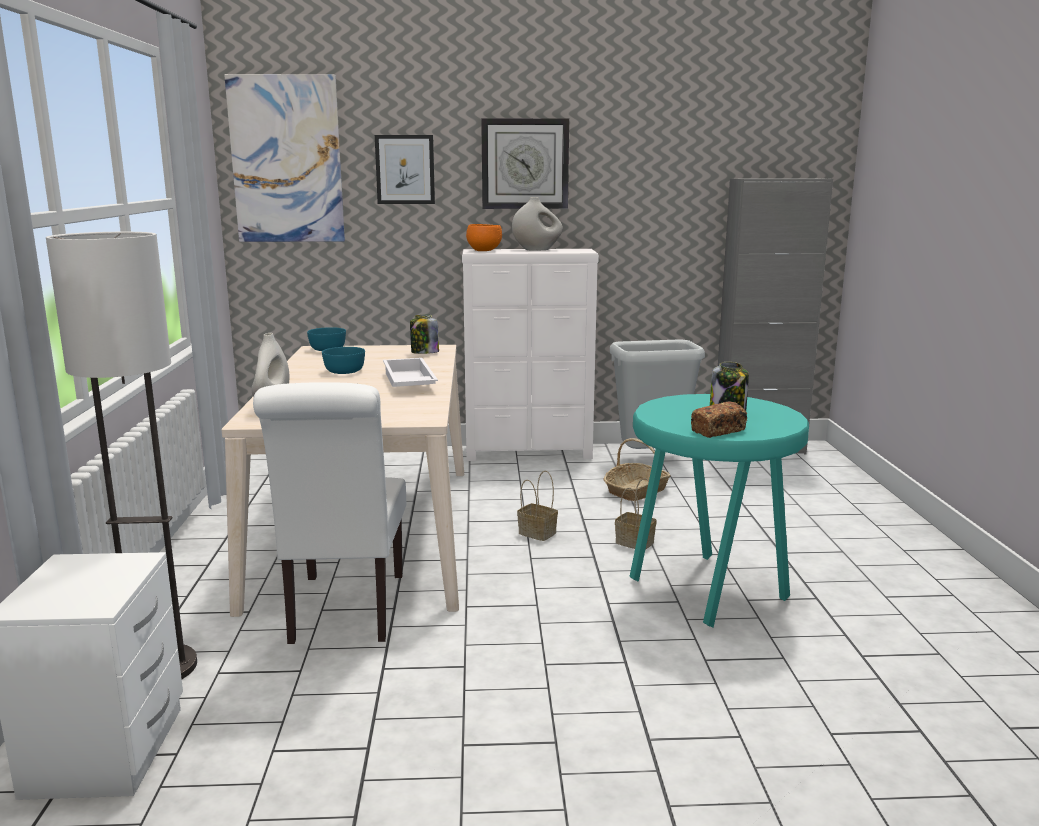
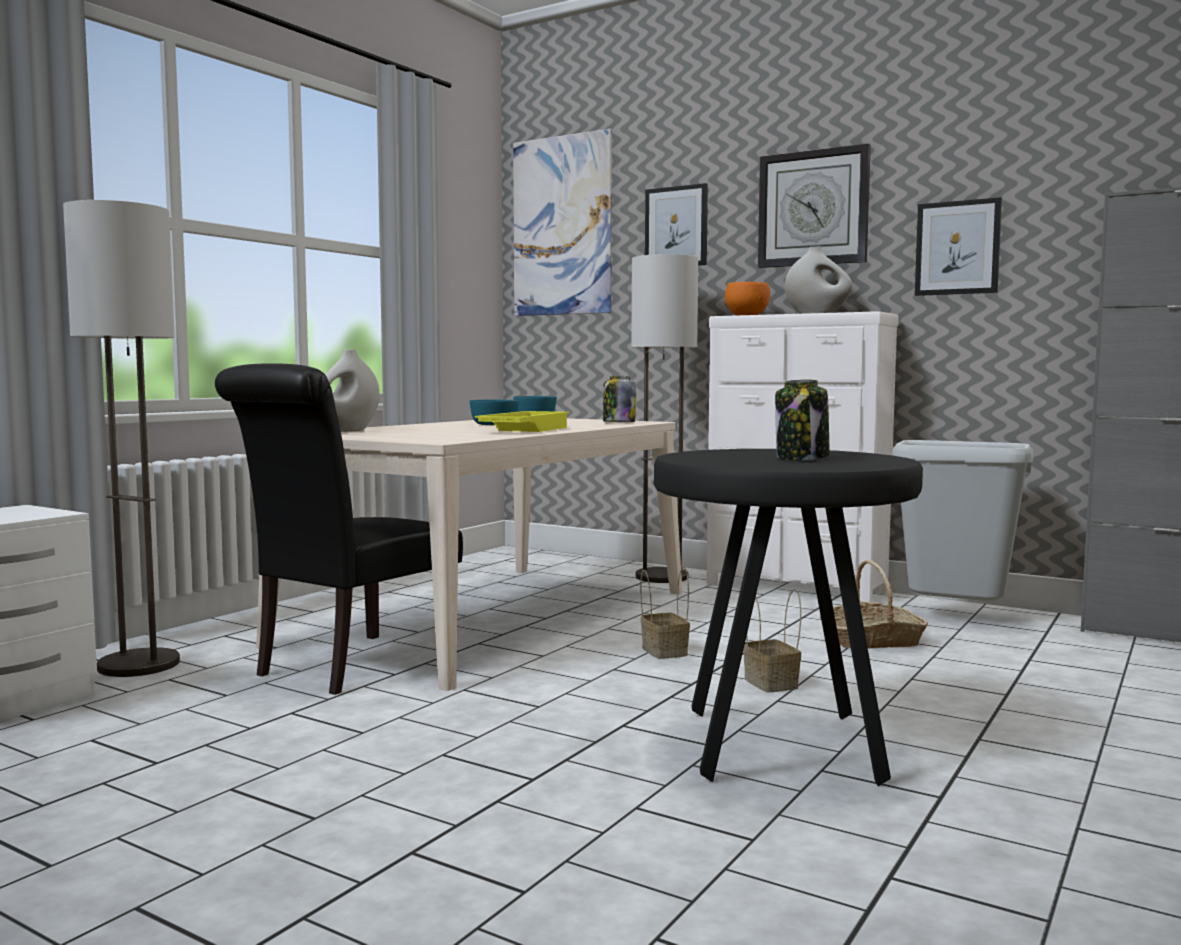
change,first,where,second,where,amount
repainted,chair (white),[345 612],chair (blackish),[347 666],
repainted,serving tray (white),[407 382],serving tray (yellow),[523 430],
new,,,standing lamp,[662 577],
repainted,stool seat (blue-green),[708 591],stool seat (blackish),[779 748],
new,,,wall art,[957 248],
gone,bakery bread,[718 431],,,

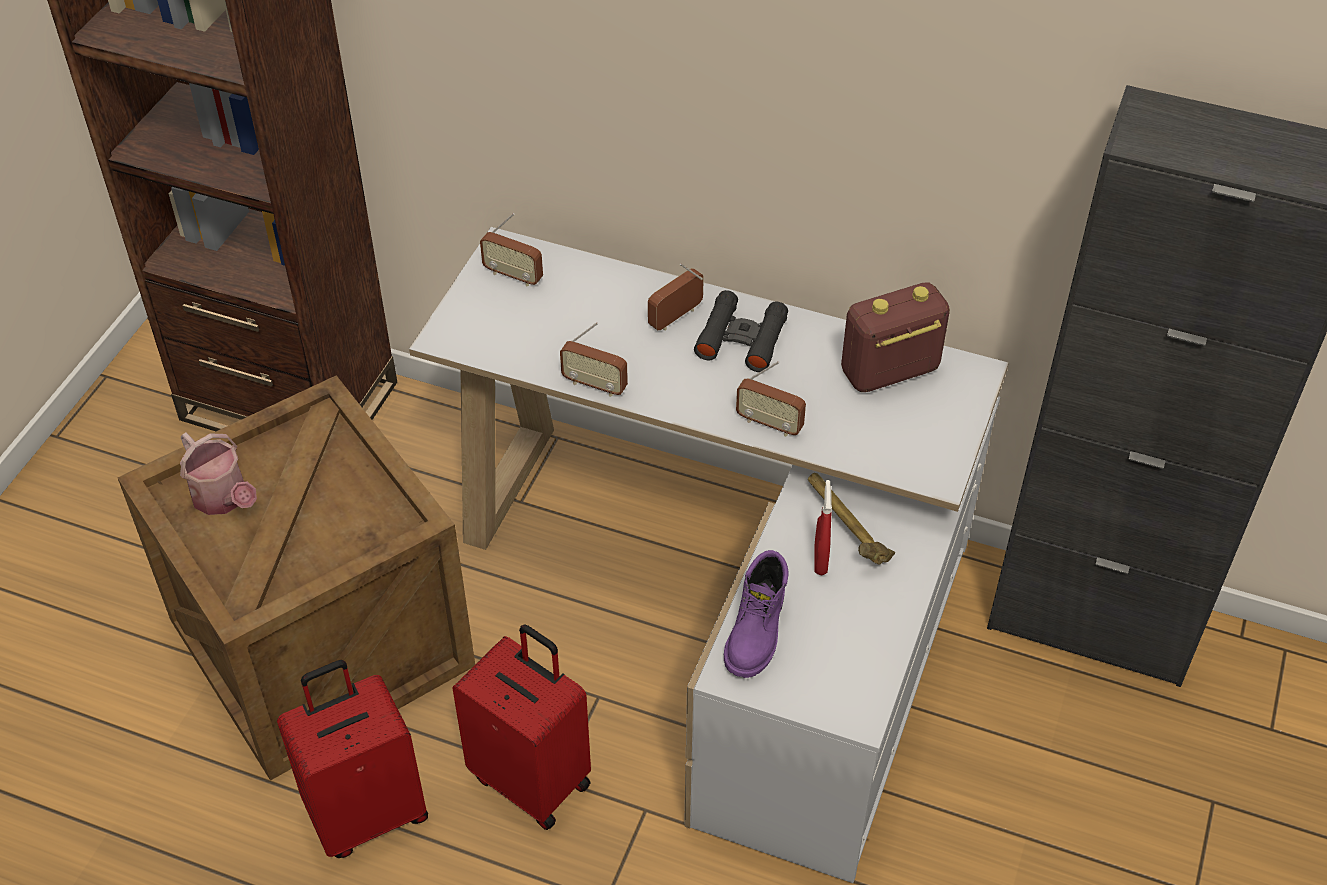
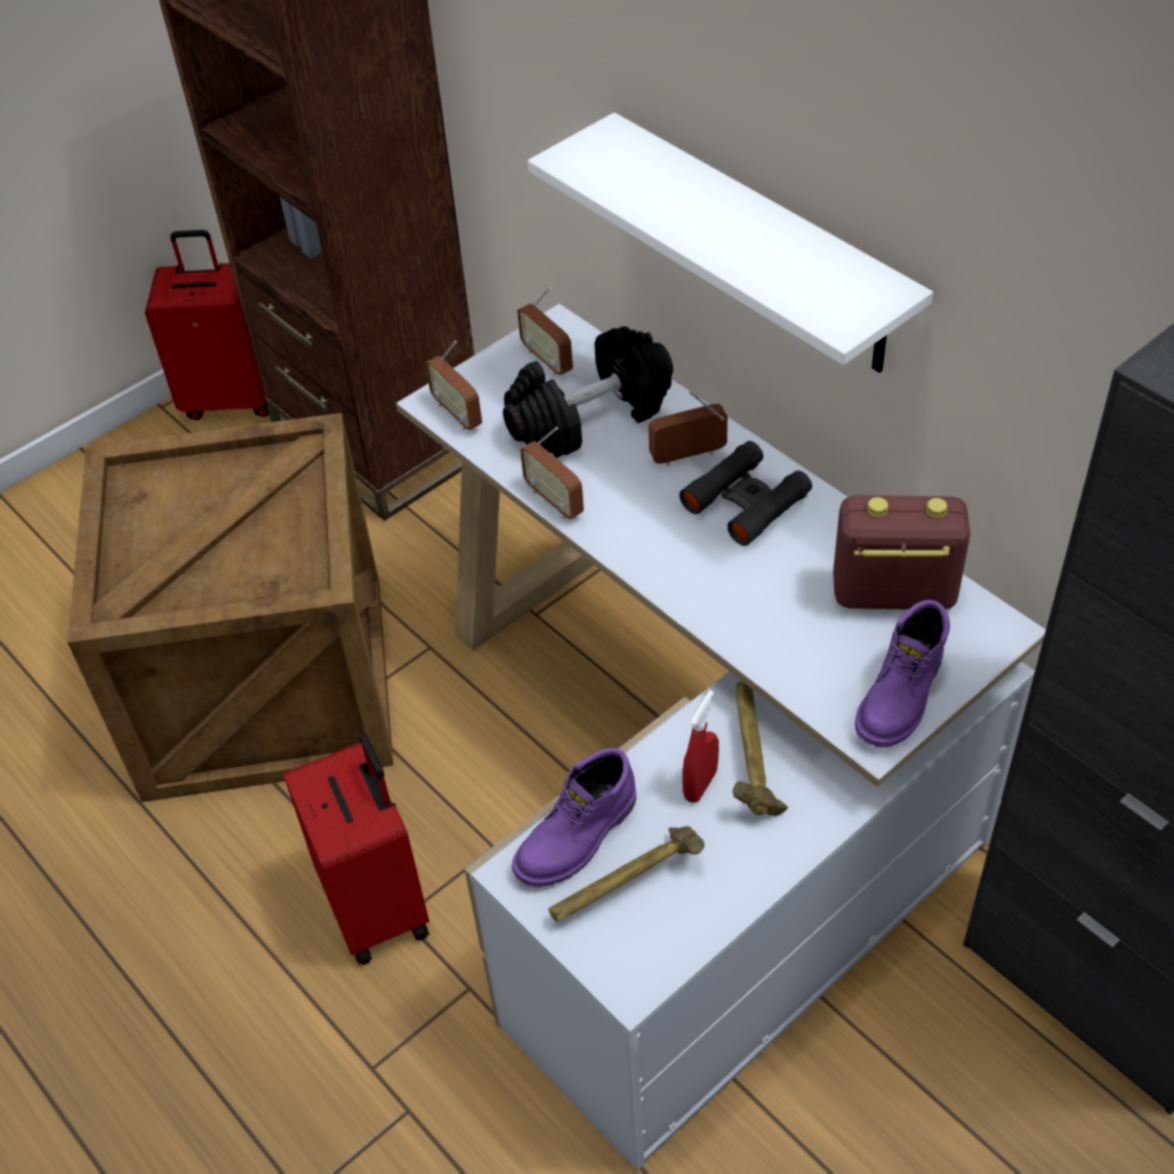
change,first,where,second,where,amount
shifted,travel case (red-coloured),[367 812],,[230 398],
shifted,radio,[769 424],,[457 413],
new,,,hand weight (blackish),[590 416],
new,,,shelf (white),[760 246],
new,,,hand hammer,[625 886],
new,,,high-top boot (purplish),[902 697],
gone,watering can,[224 499],,,

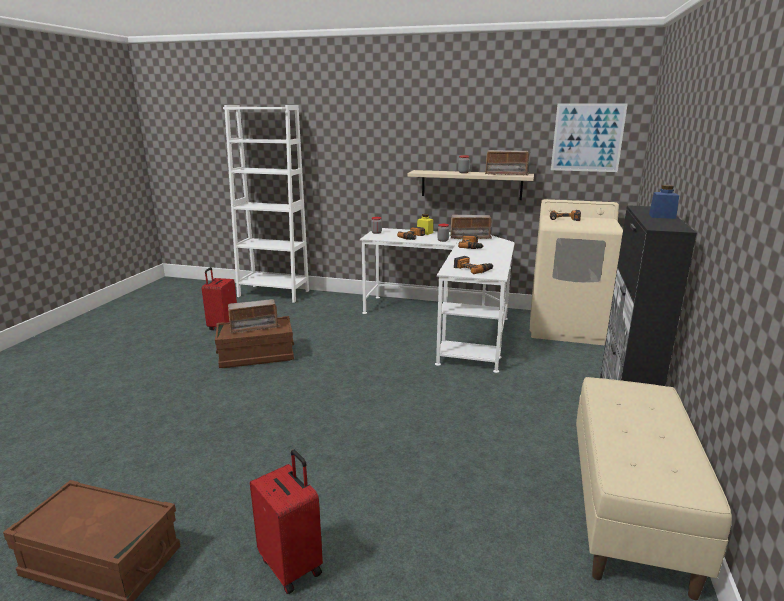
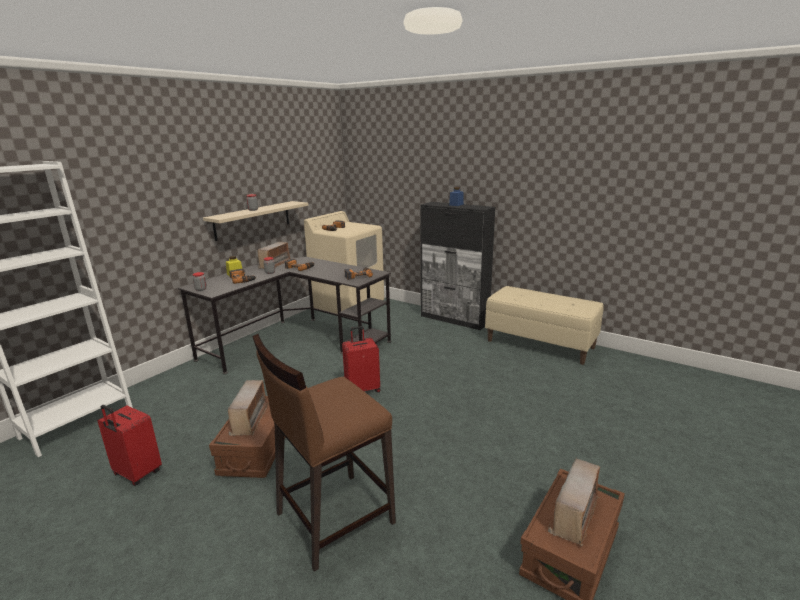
change,first,where,second,where,amount
repainted,desk table (white),[447 324],desk table (blackish),[296 341],
new,,,stool seat (brown-coloured),[333 518],
shifted,travel case (red-coloured),[292 565],,[362 389],
shifted,radio,[506 174],,[575 515],
gone,wall art,[587 137],,,

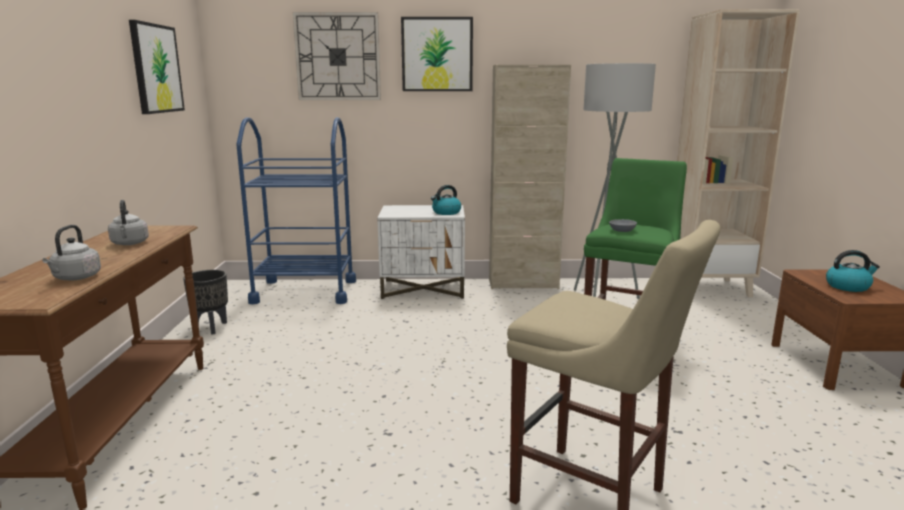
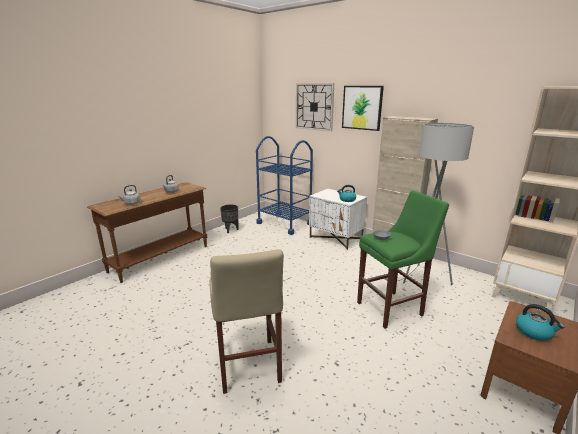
change,first,where,second,where,amount
gone,wall art,[156 68],,,

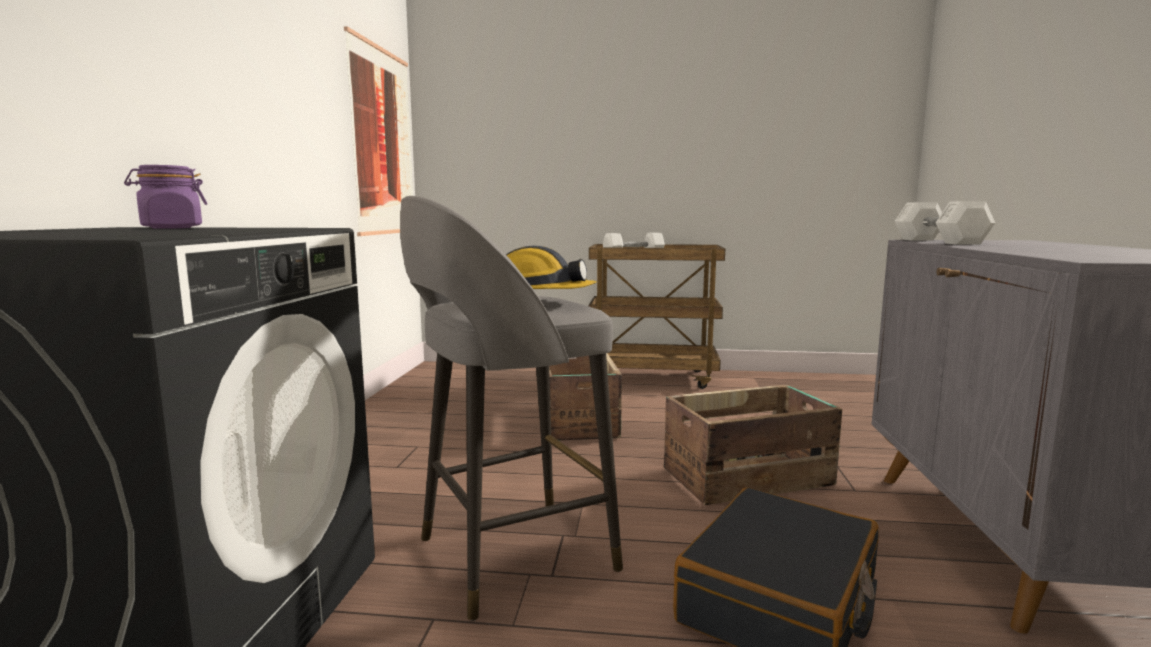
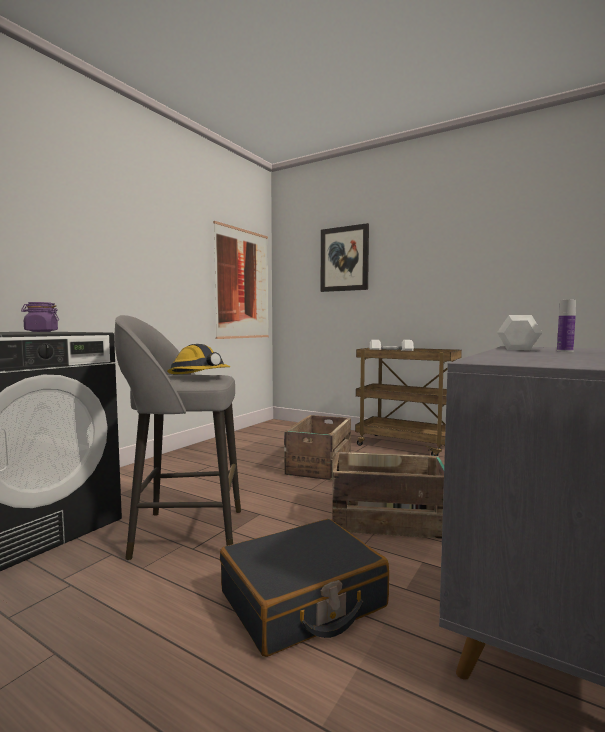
change,first,where,second,where,amount
new,,,wall art,[344 259],
new,,,beverage bottle,[565 351],

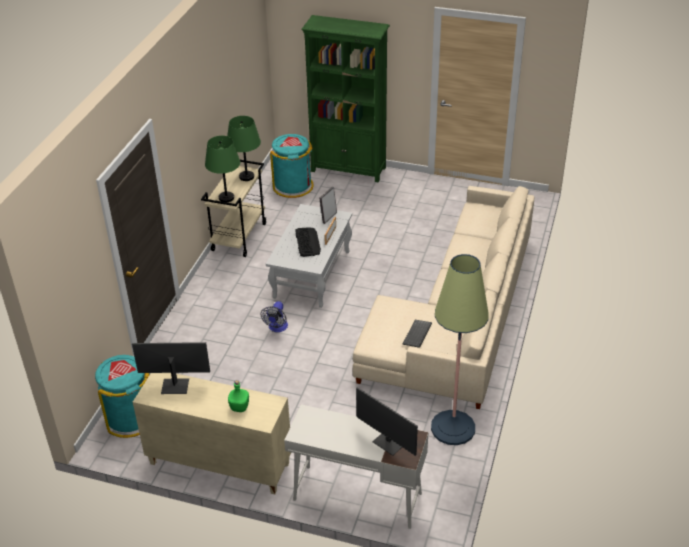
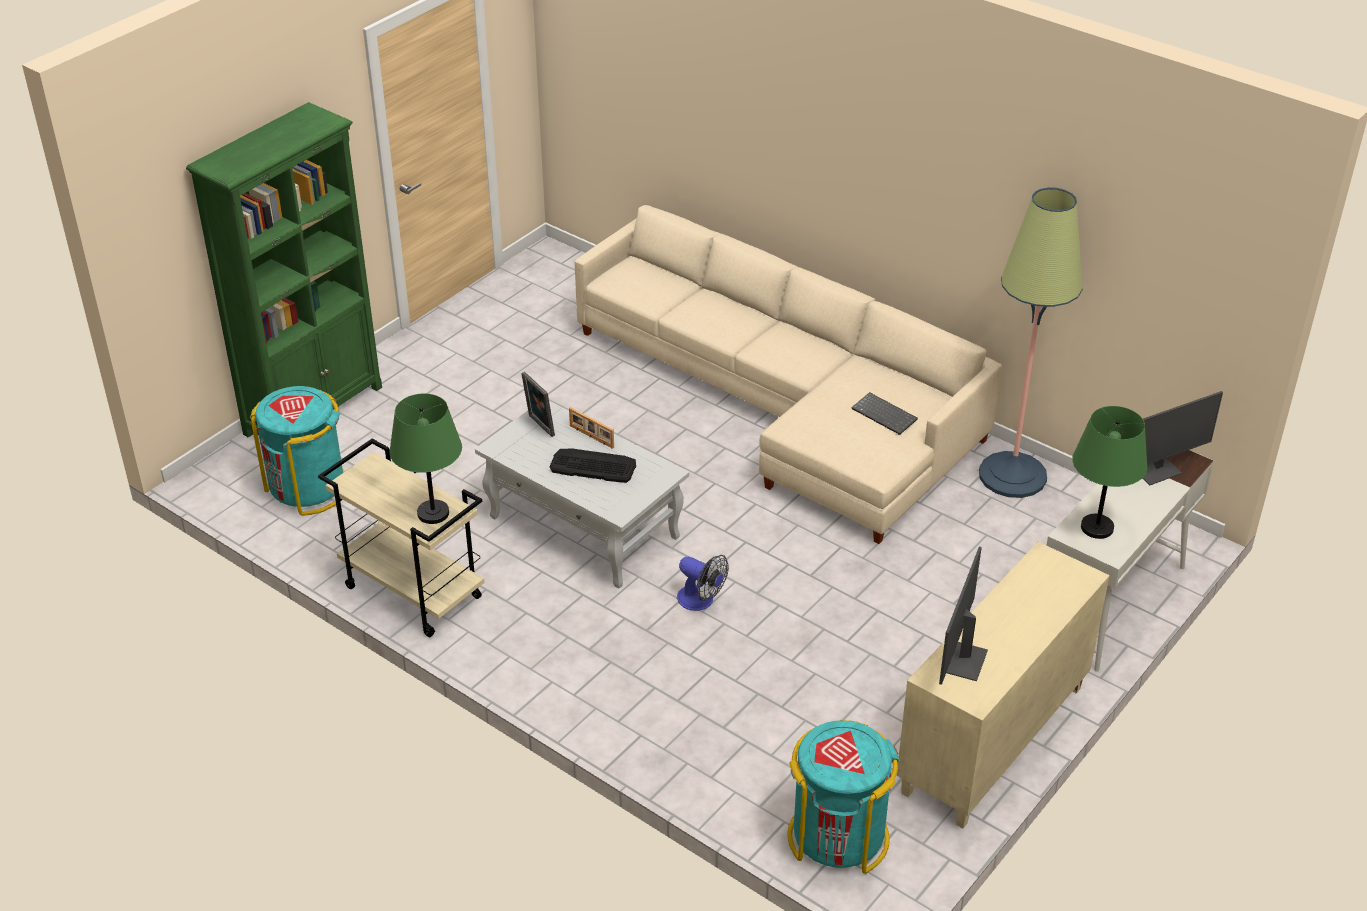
change,first,where,second,where,amount
shifted,tabletop lamp (greenish),[246 177],,[1097 528],
gone,beverage bottle (greenish),[239 407],,,

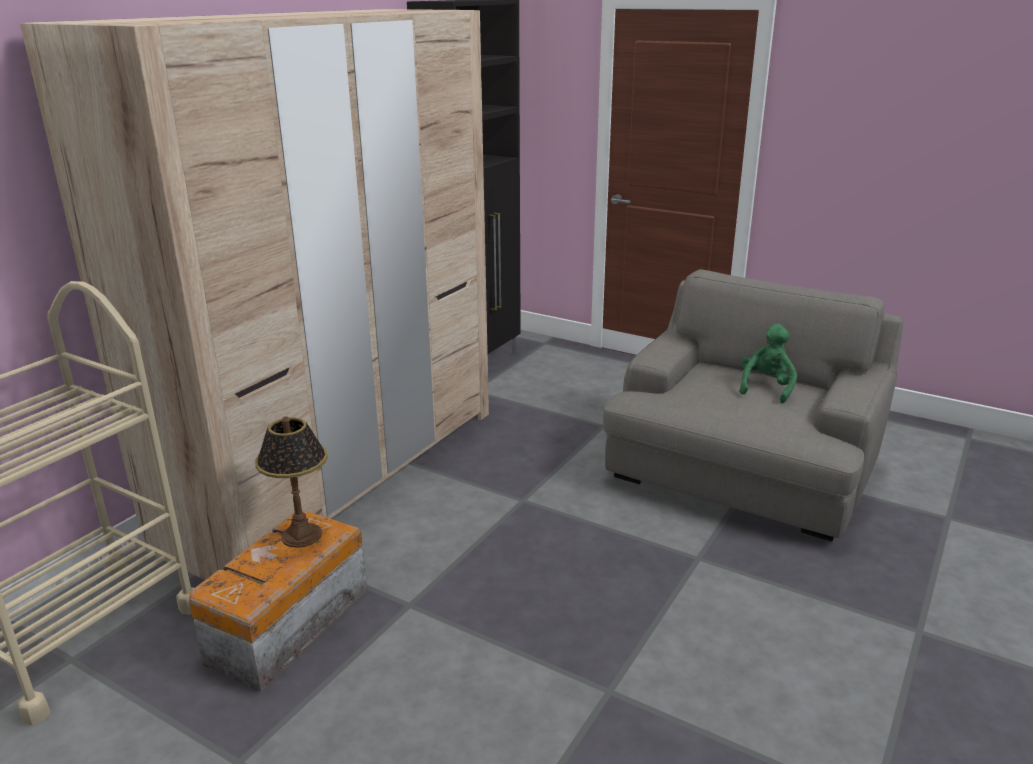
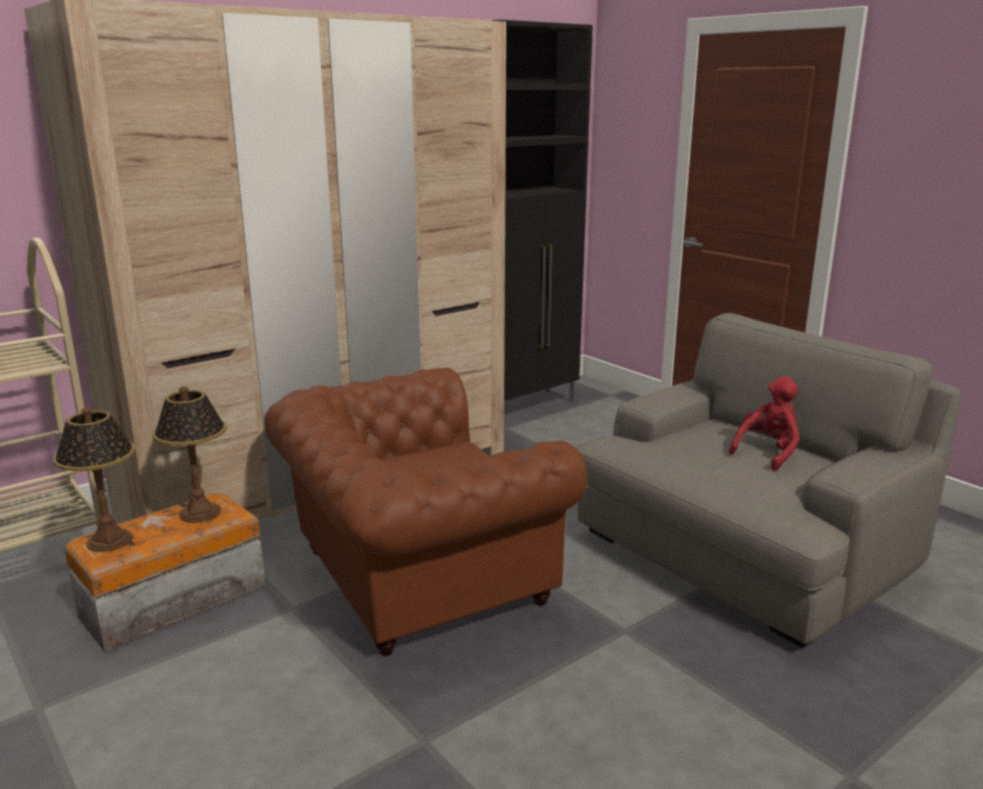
change,first,where,second,where,amount
new,,,tabletop lamp,[109 540],
new,,,armchair (brown-coloured),[413 578],
repainted,plush toy (greenish),[766 388],plush toy (red-coloured),[768 453],

